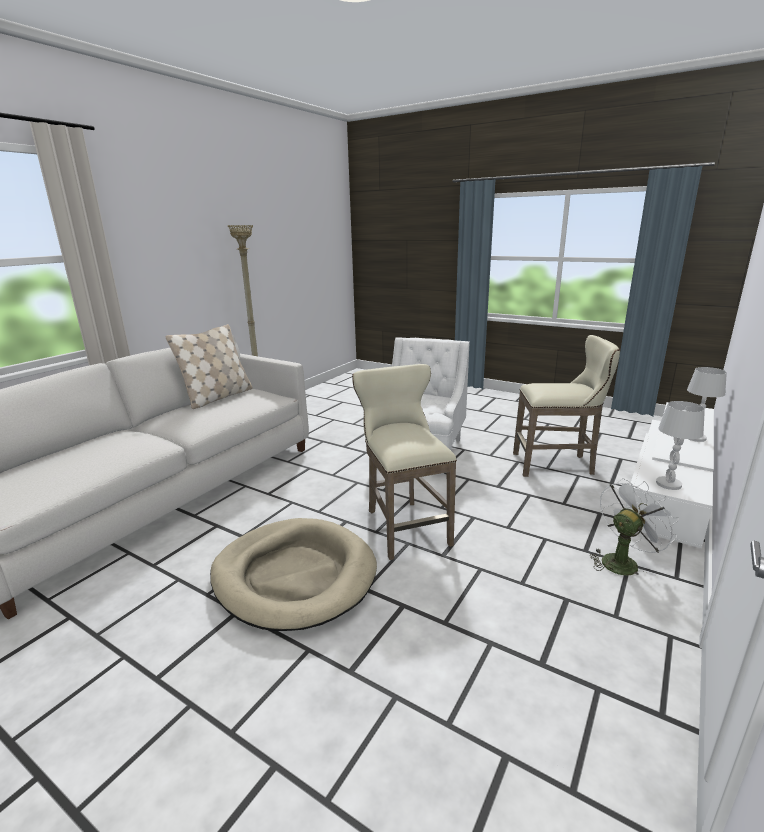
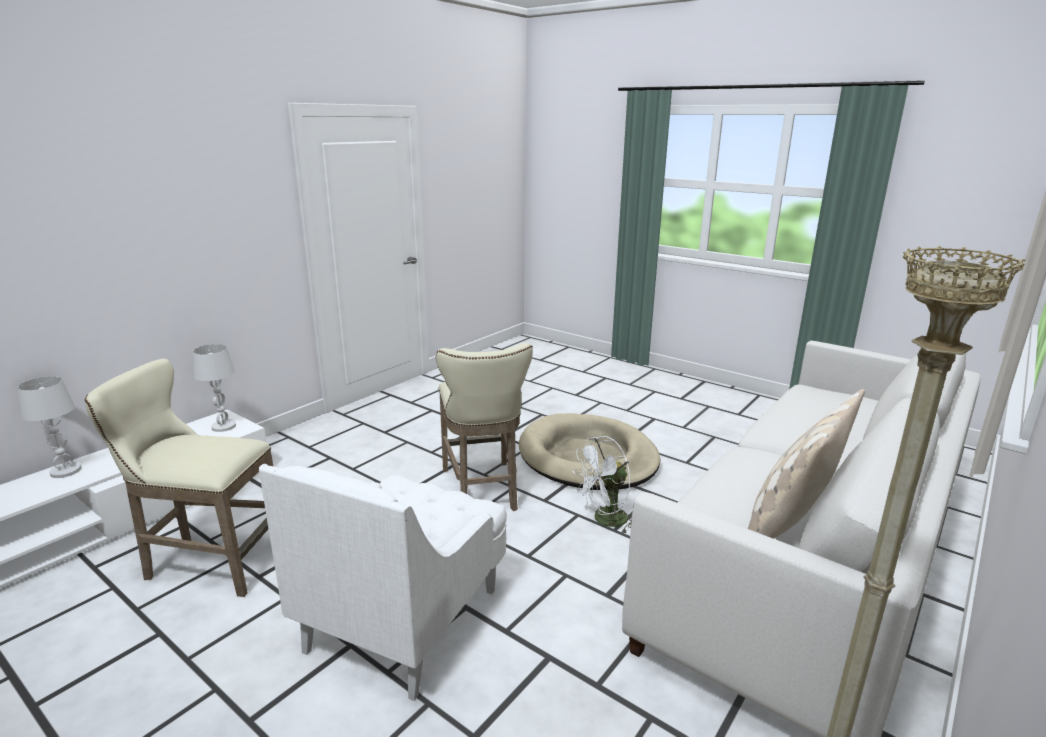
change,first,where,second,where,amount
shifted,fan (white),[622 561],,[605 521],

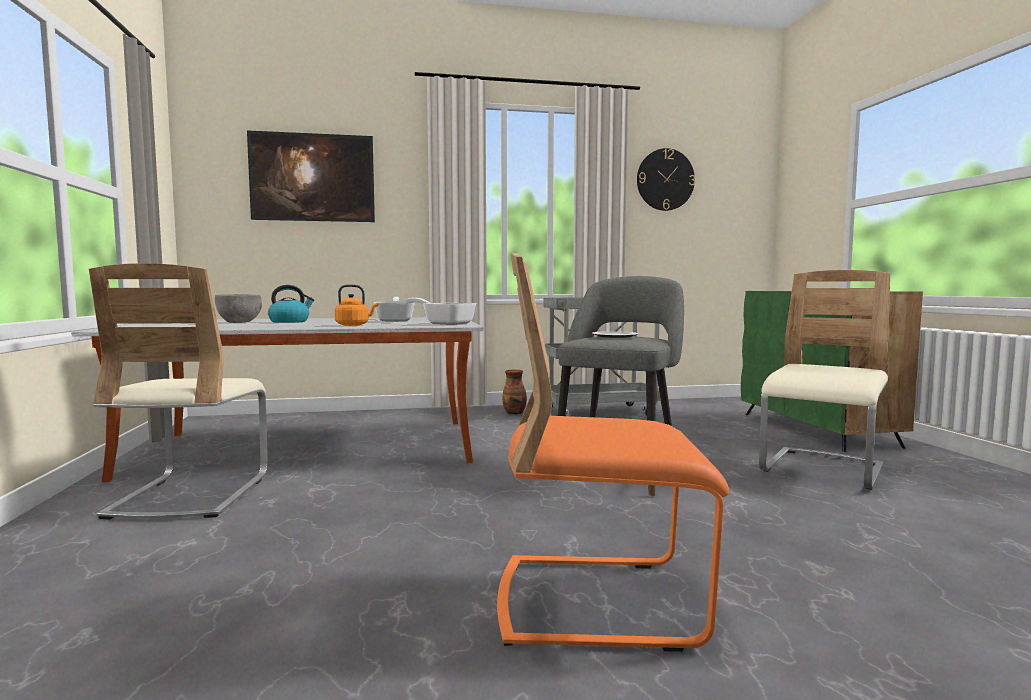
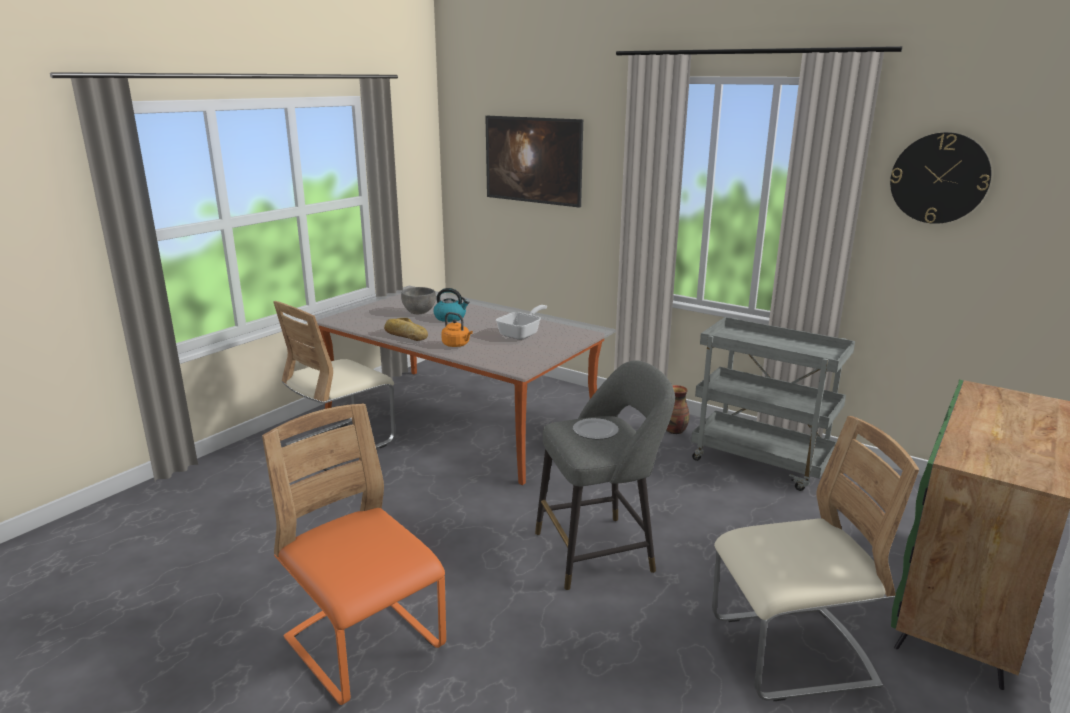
change,first,where,second,where,amount
new,,,bakery bread,[405 335],
gone,skillet,[444 323],,,

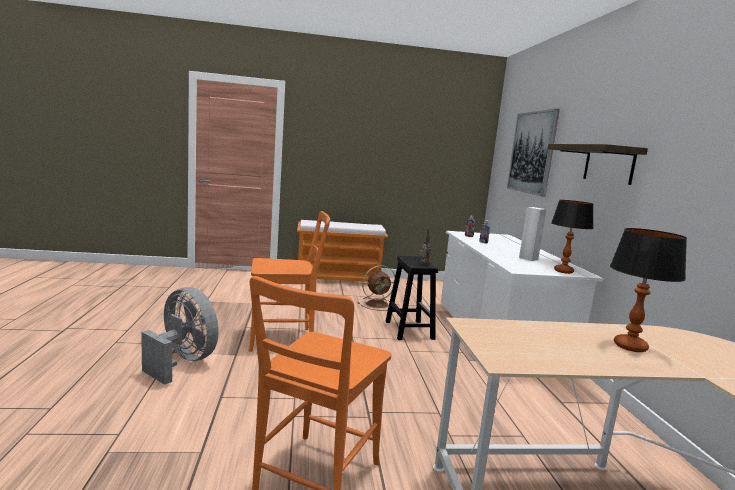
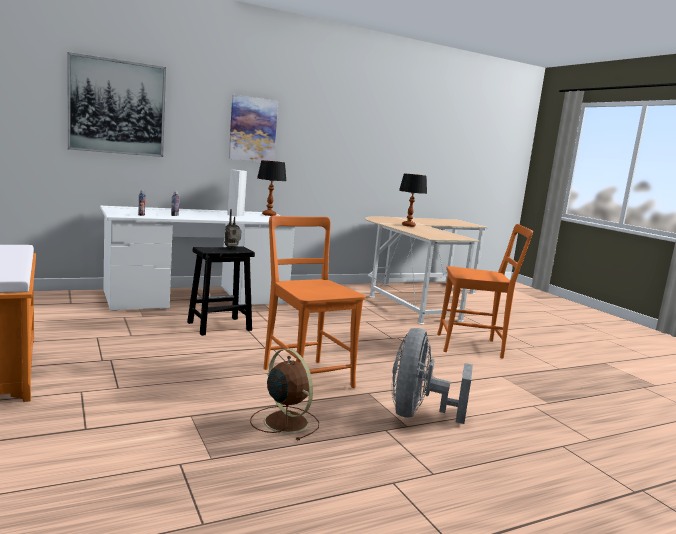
change,first,where,second,where,amount
swapped,shelf,[608 164],wall art,[253 129],
shifted,fan (brown-coloured),[378 304],,[285 421],

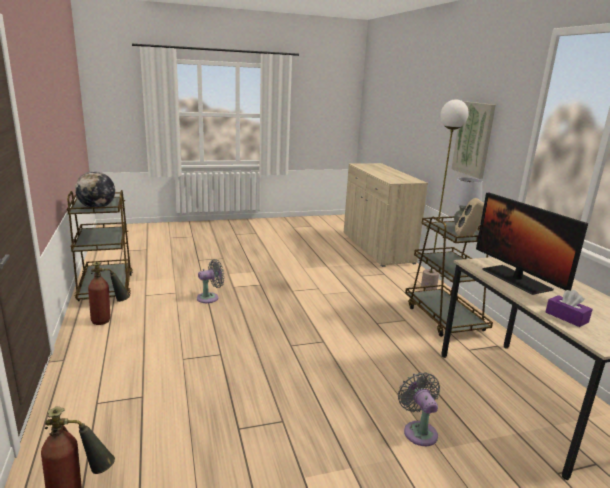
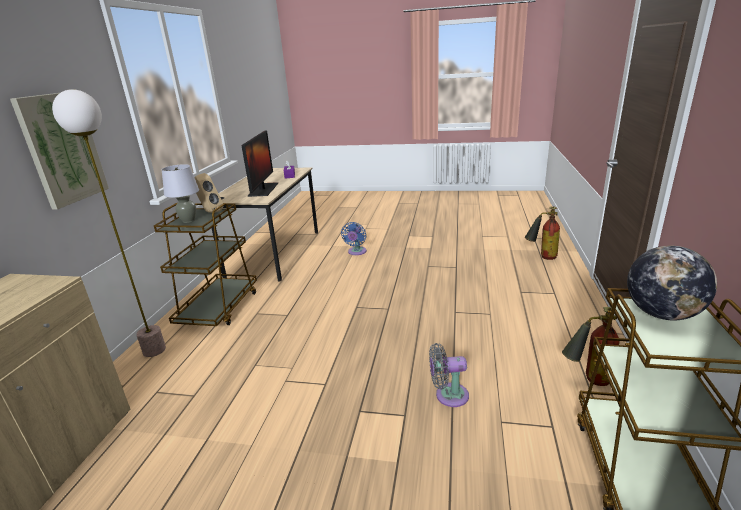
change,first,where,second,where,amount
repainted,fan (greyish),[419 431],fan (blue),[356 252],

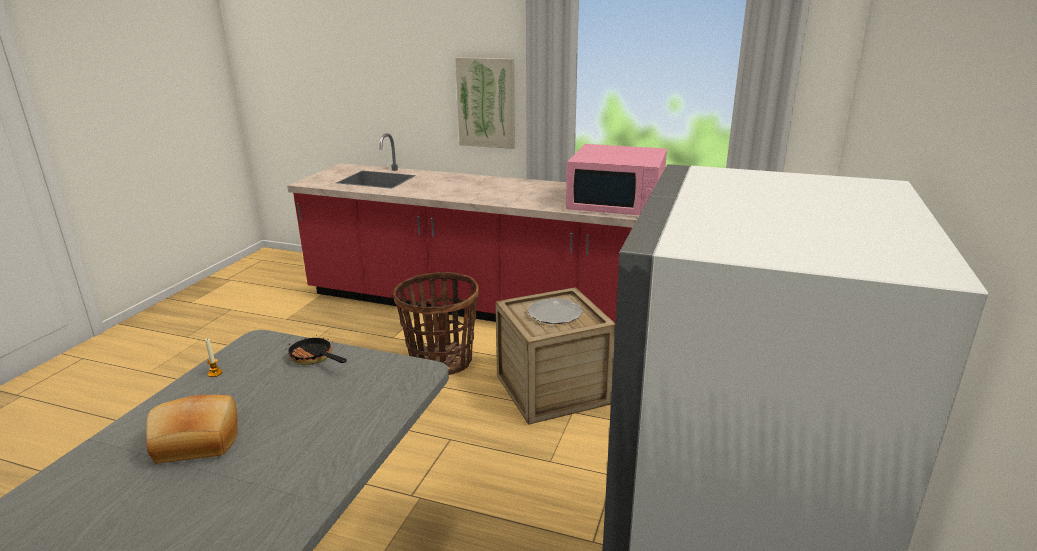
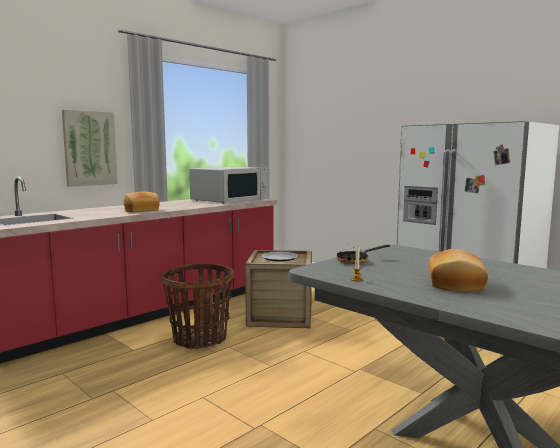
change,first,where,second,where,amount
new,,,bakery bread,[141 210],
repainted,microwave oven (pinkish),[617 202],microwave oven (white),[229 200],

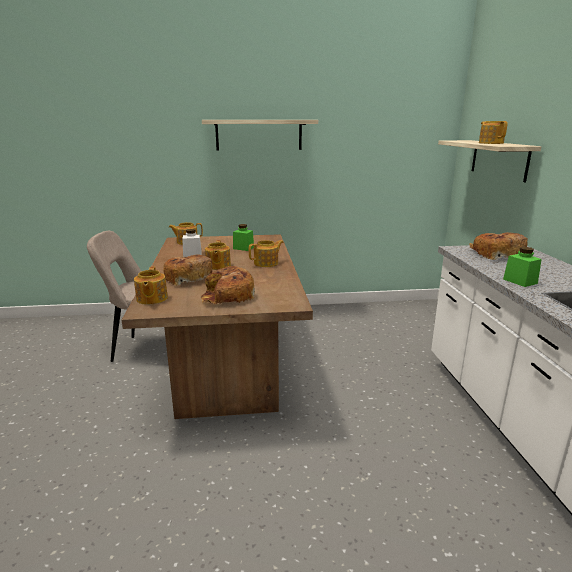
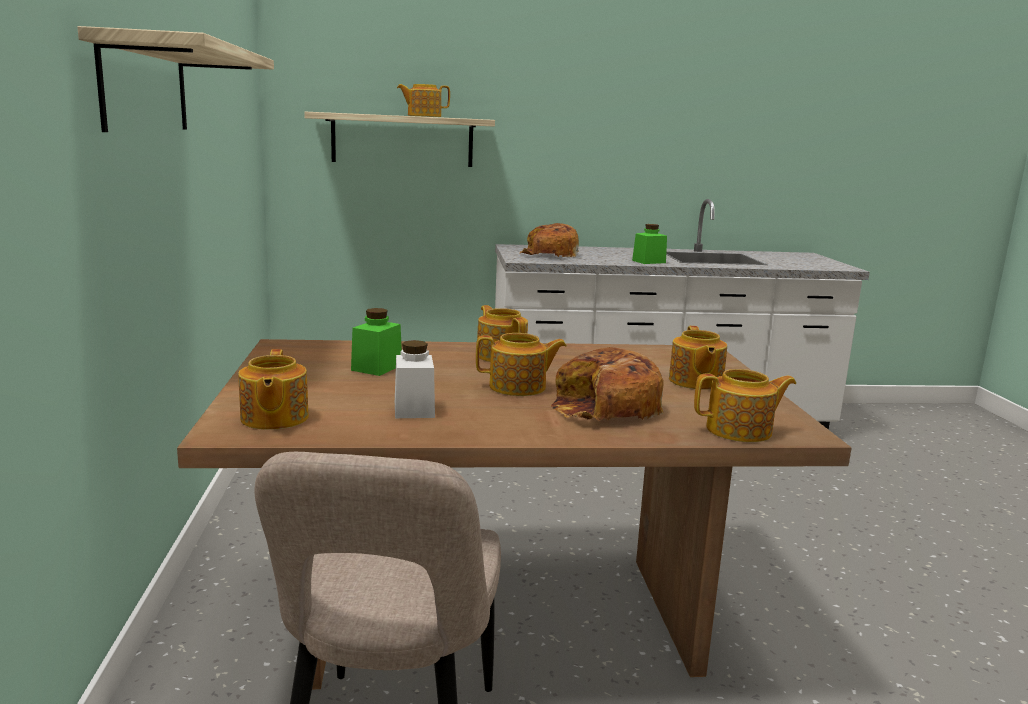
change,first,where,second,where,amount
swapped,bakery bread,[227 296],teapot,[695 381],

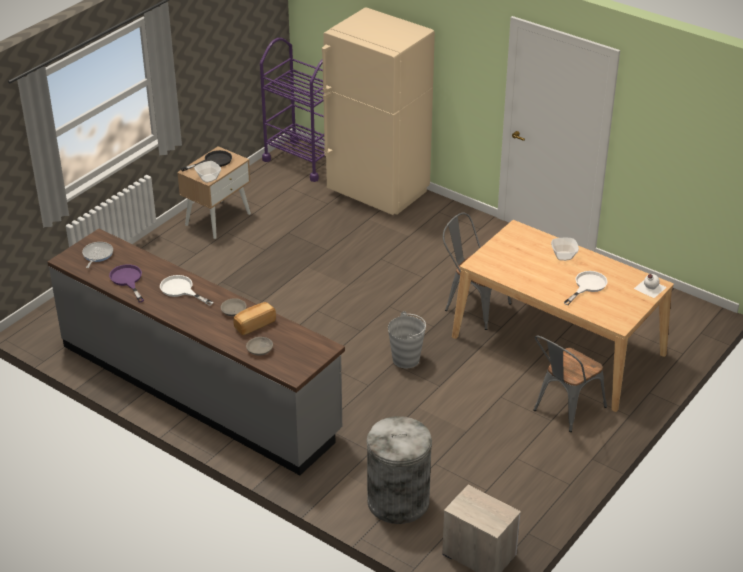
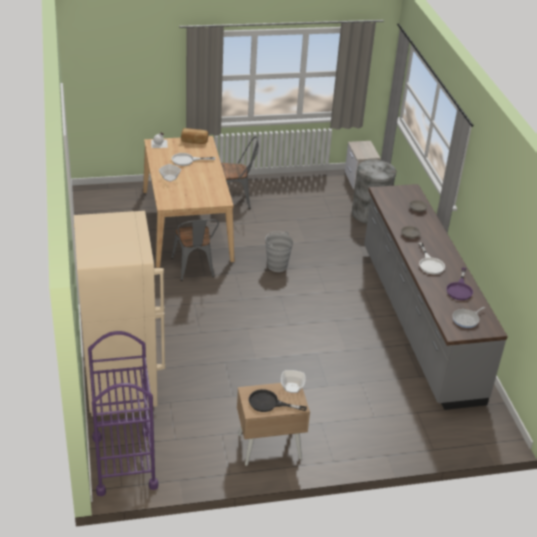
change,first,where,second,where,amount
shifted,bakery bread,[254 324],,[194 141],

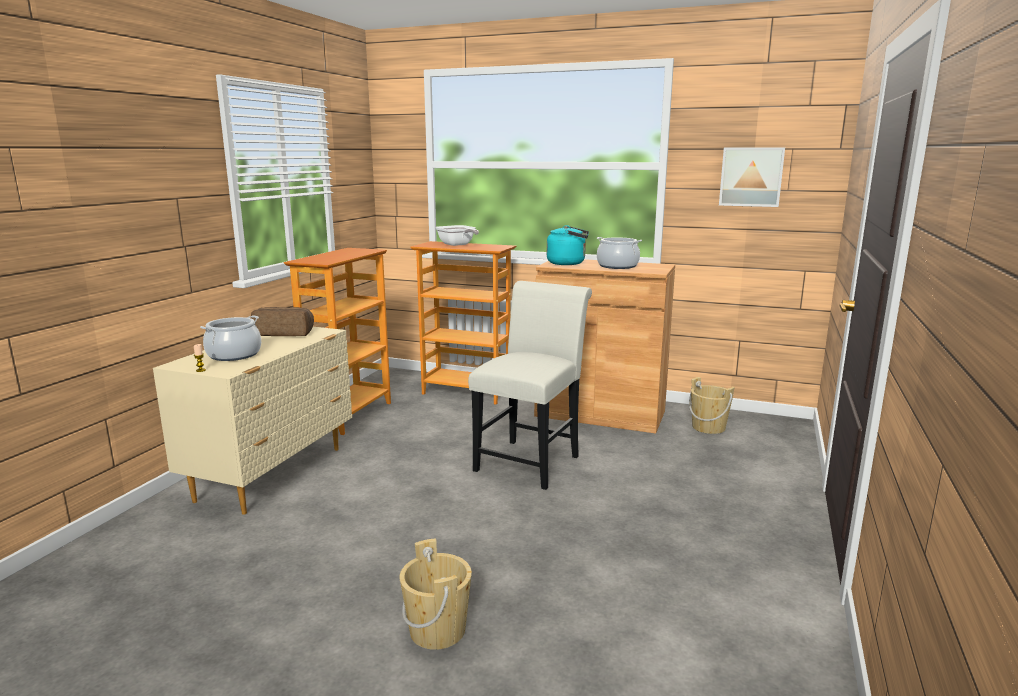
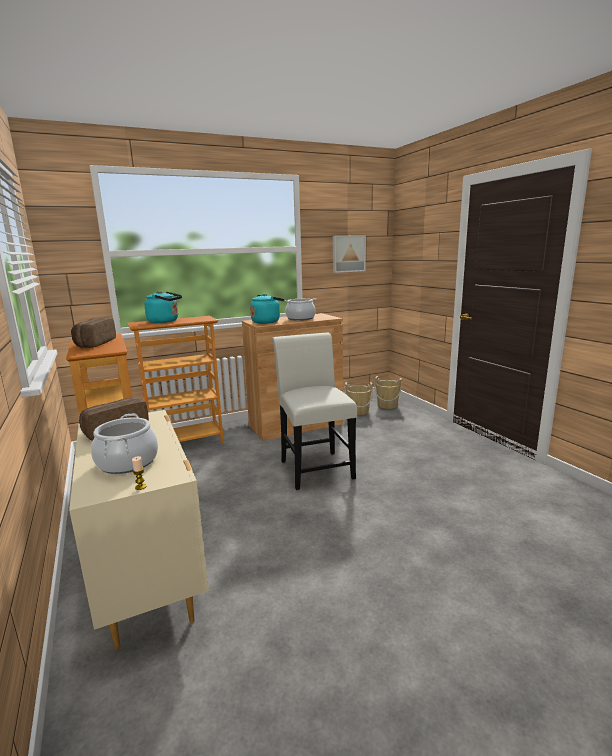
change,first,where,second,where,amount
new,,,bakery bread,[94 343],
swapped,skillet,[457 245],water kettle (blue-green),[165 321],
shifted,bucket (sand-coloured),[437 630],,[387 405],

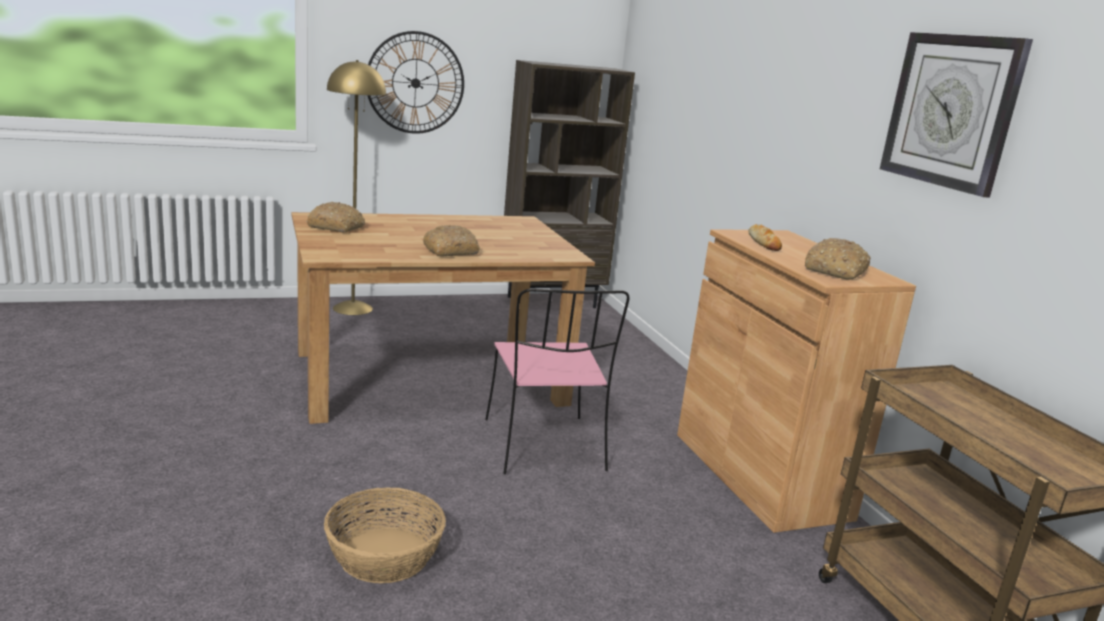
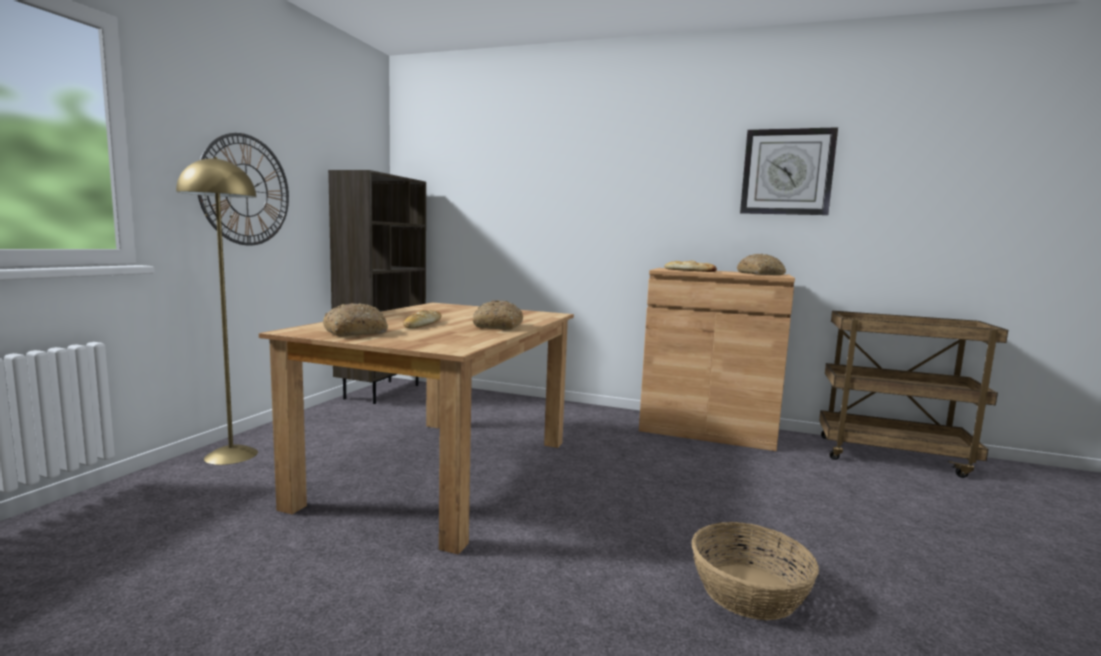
change,first,where,second,where,amount
new,,,bakery bread,[422 324],
gone,chair (pinkish),[545 447],,,

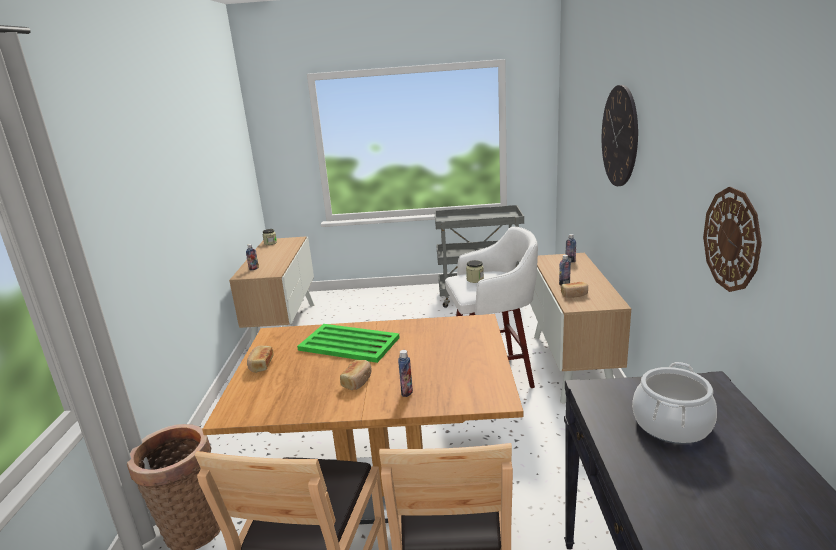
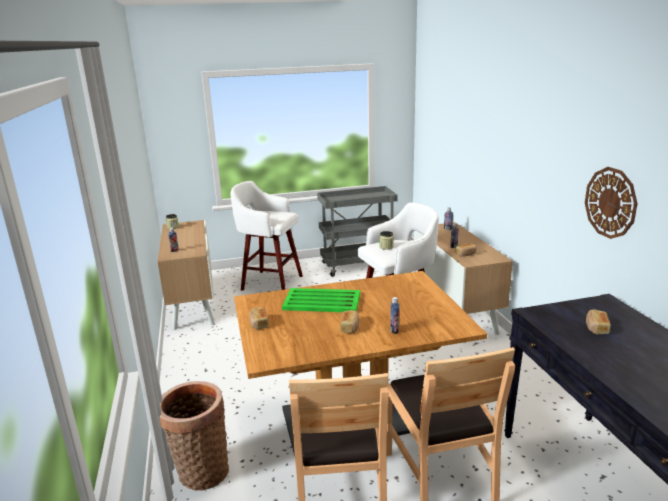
change,first,where,second,where,amount
new,,,stool seat (white),[270 282],
swapped,cooking pot,[671 424],bakery bread,[596 328],
gone,clock on the wall,[619 136],,,

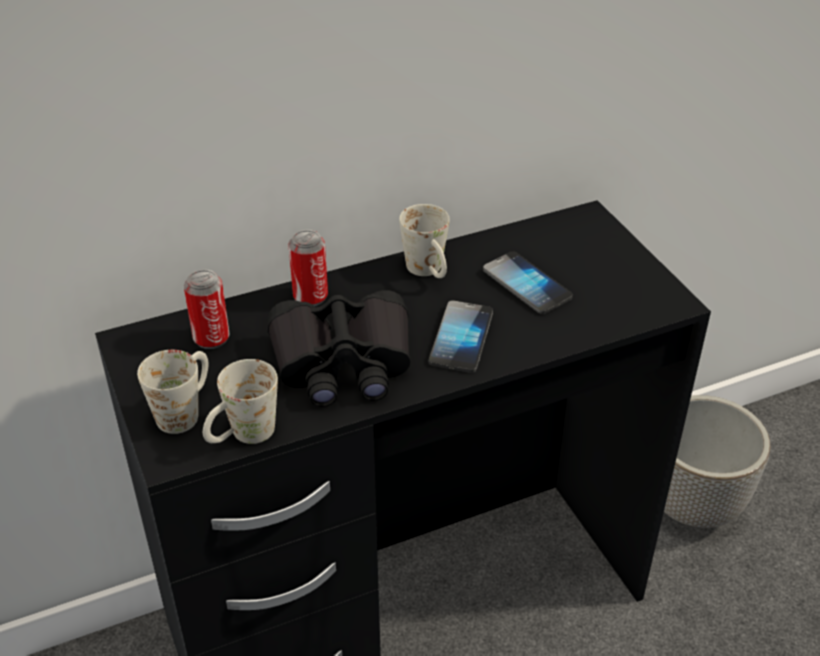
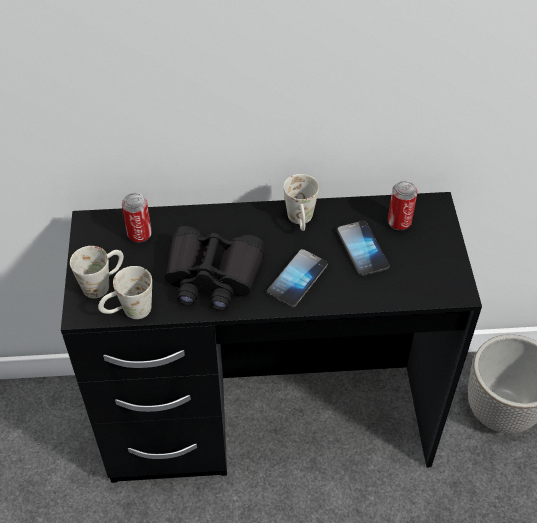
change,first,where,second,where,amount
shifted,sealed can,[310 297],,[399 222],

